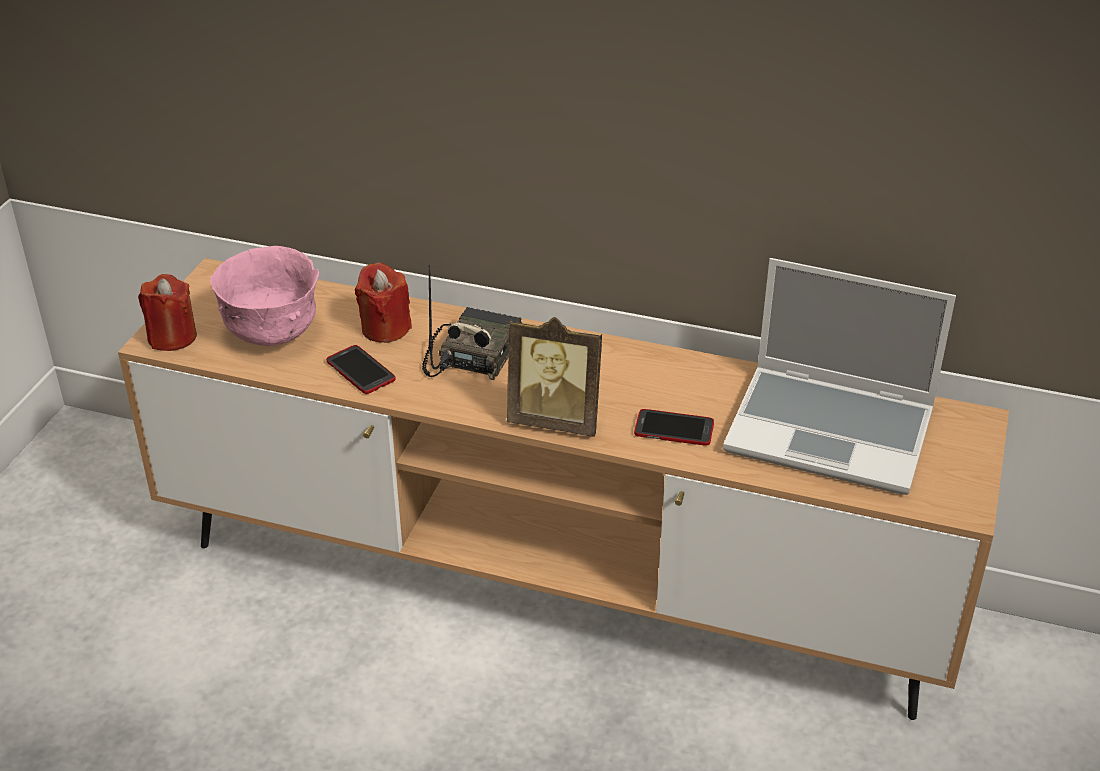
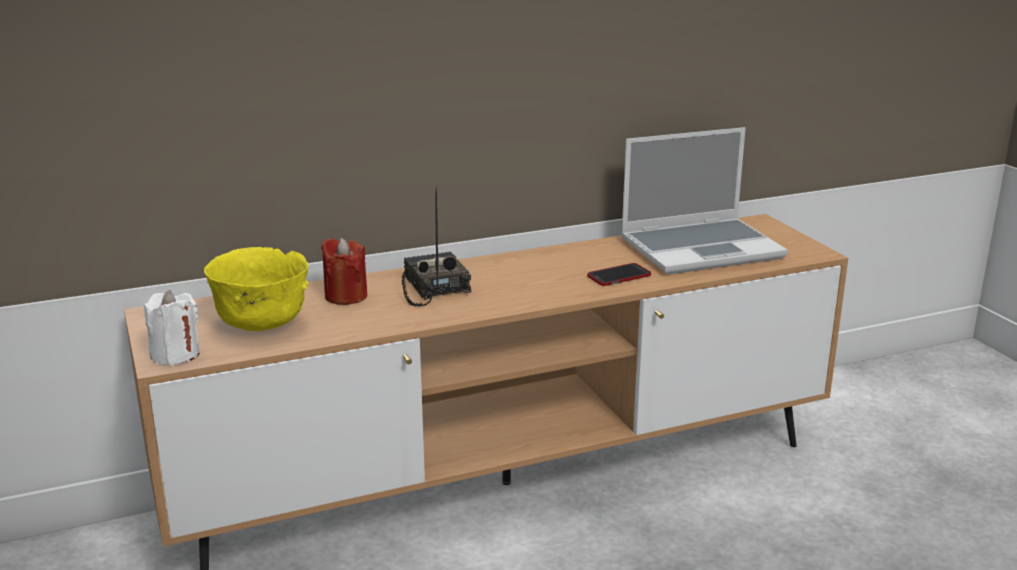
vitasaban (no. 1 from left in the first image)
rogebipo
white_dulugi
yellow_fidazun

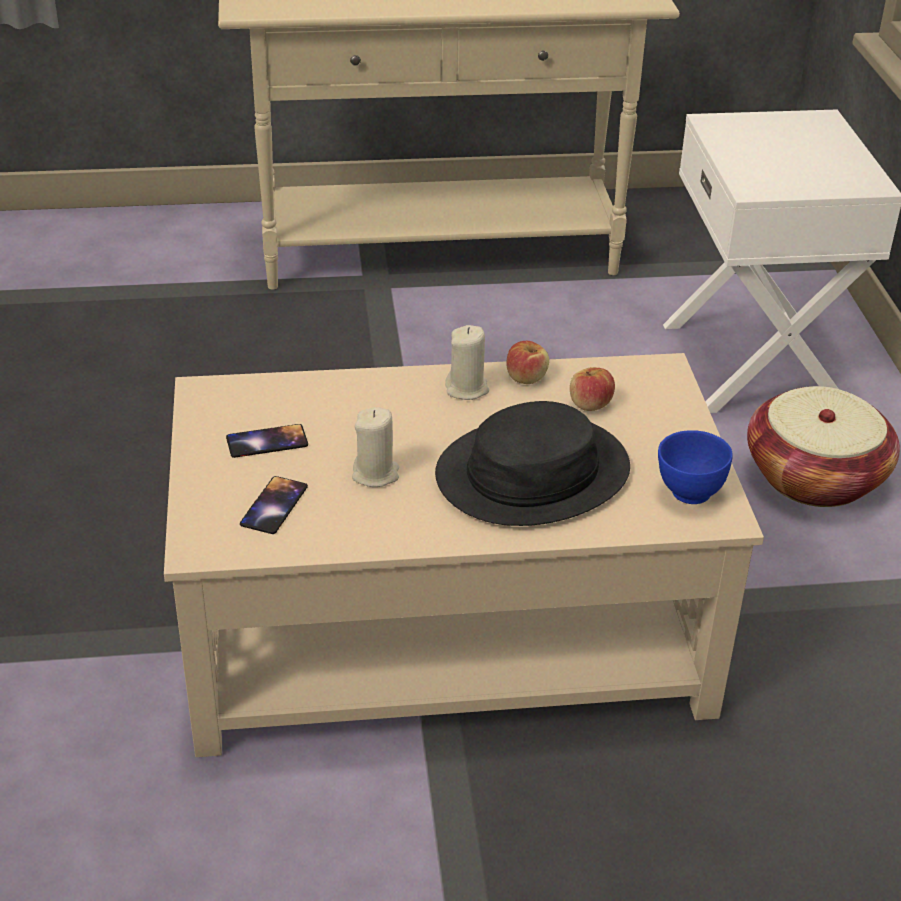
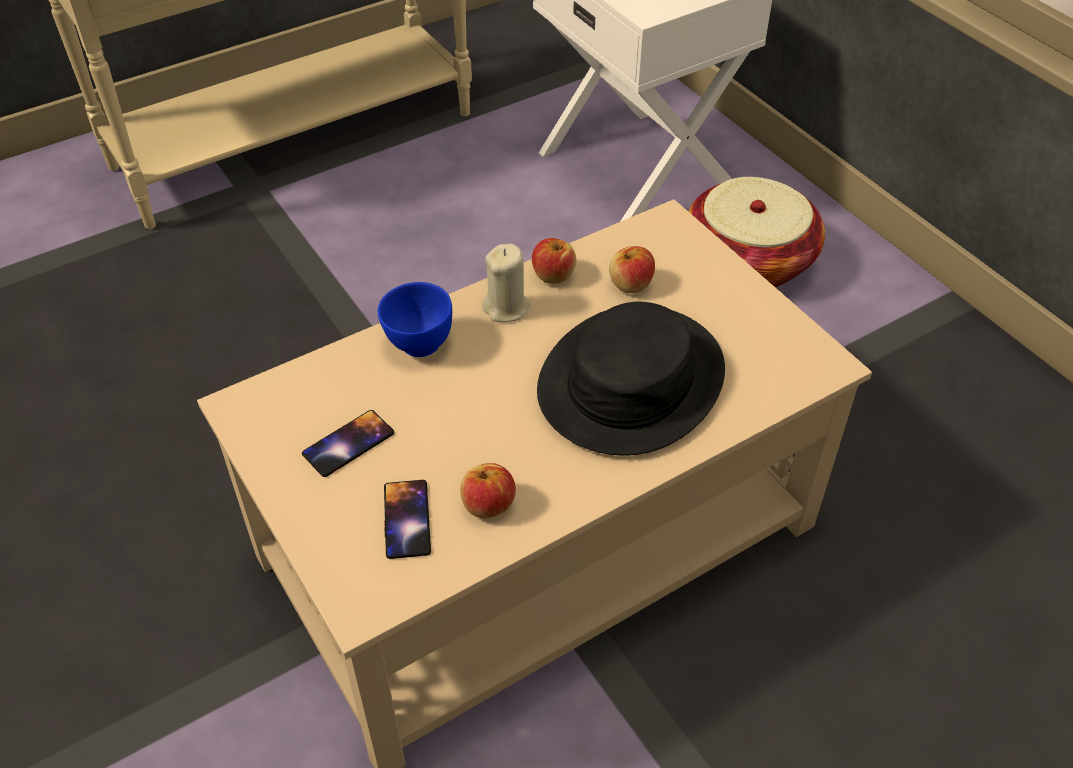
beige_dulugi (no. 1 from left in the first image)
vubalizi (no. 1 from left)
blue_fidazun

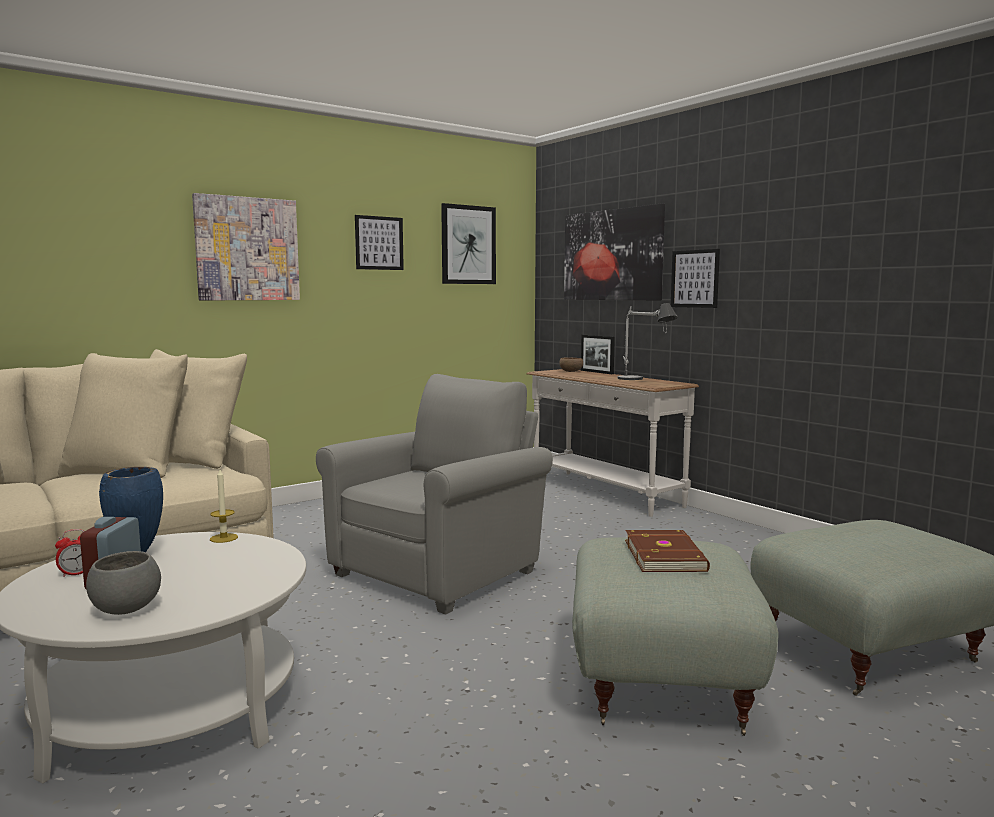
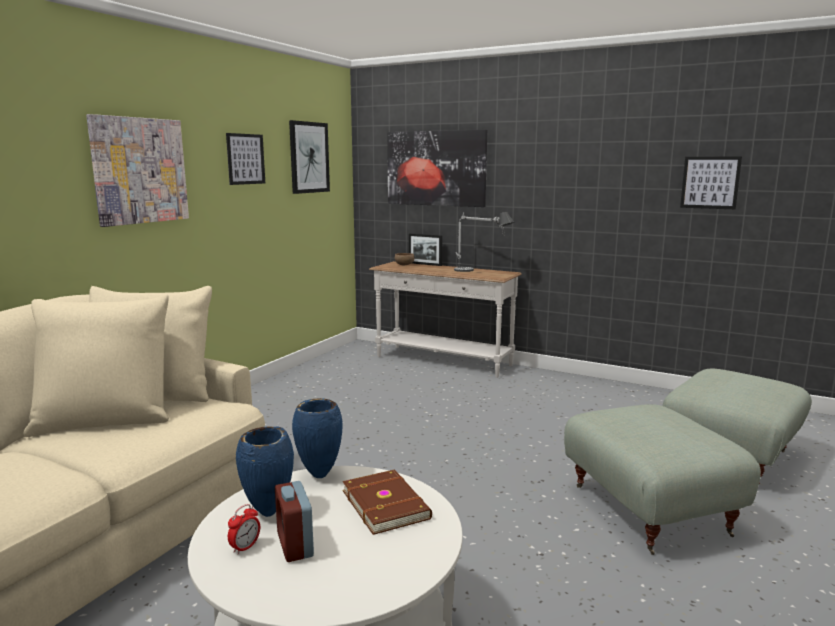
grey_fidazun
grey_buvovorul
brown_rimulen
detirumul (no. 5 from left)
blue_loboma (no. 2 from left)

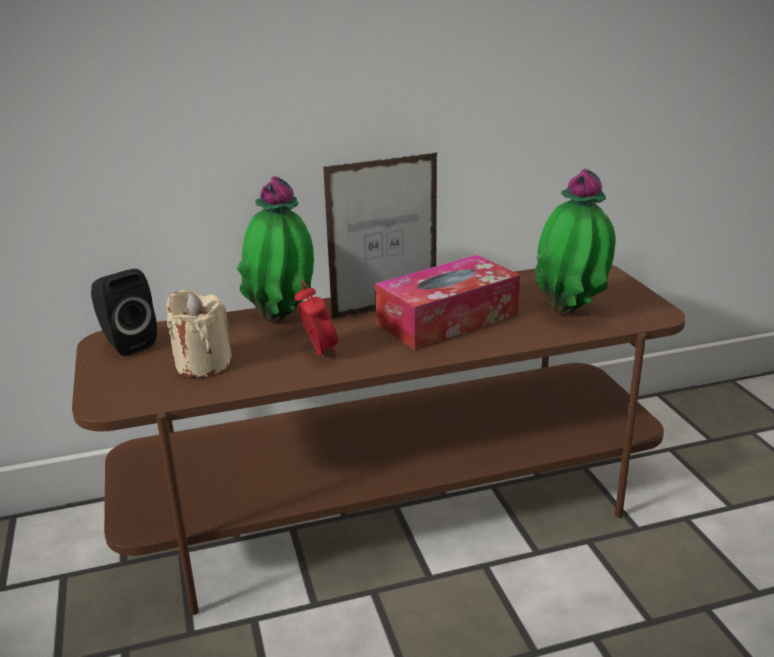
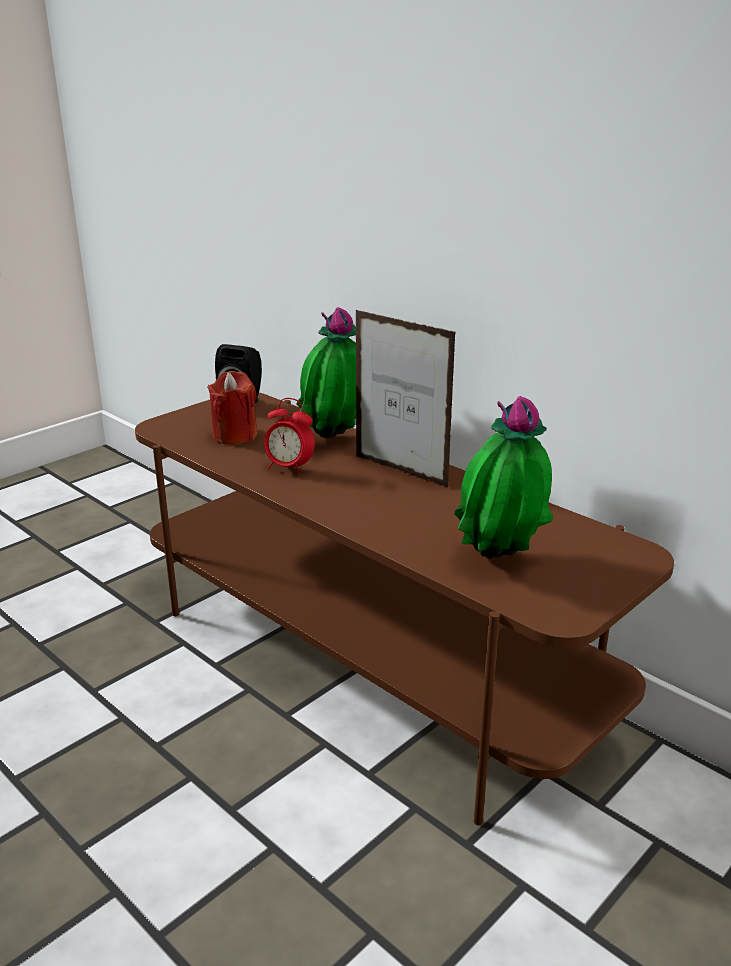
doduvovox
red_dulugi
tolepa

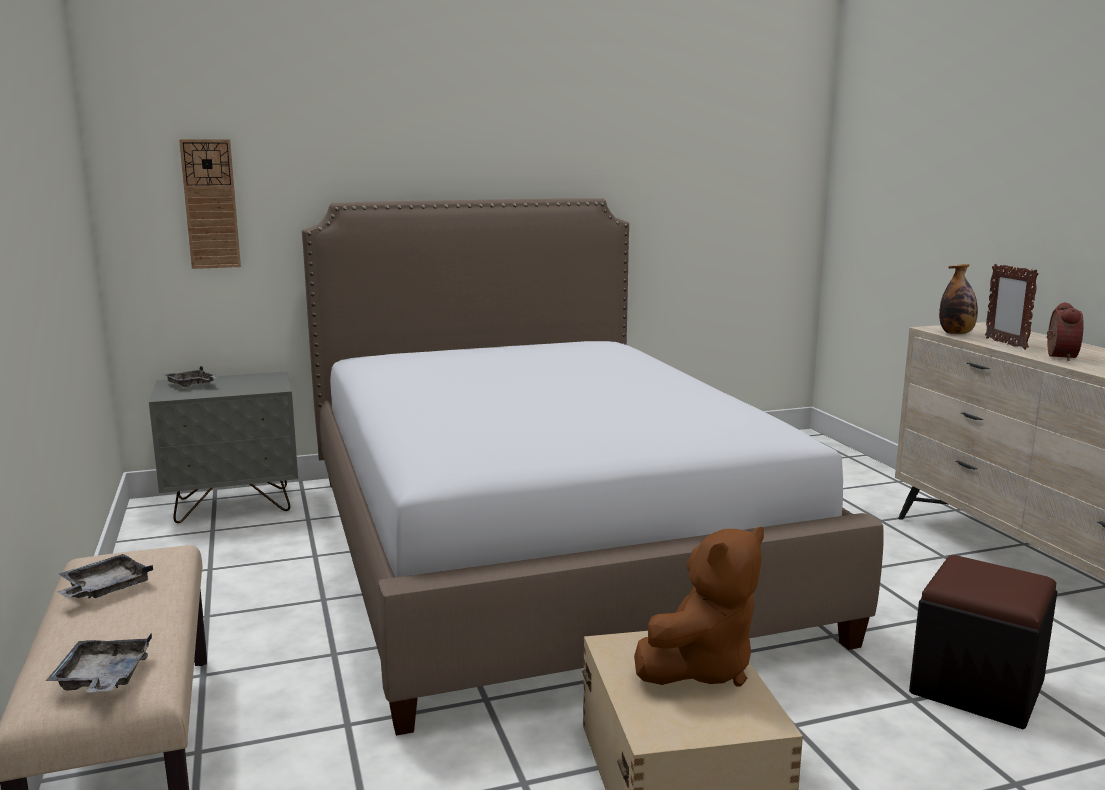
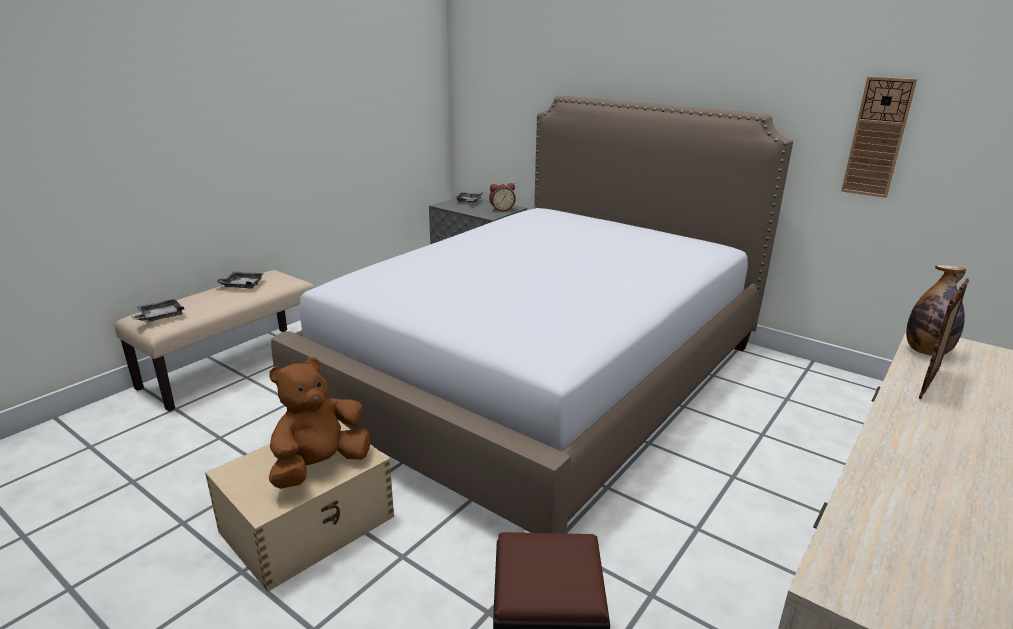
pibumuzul
tolepa
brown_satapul

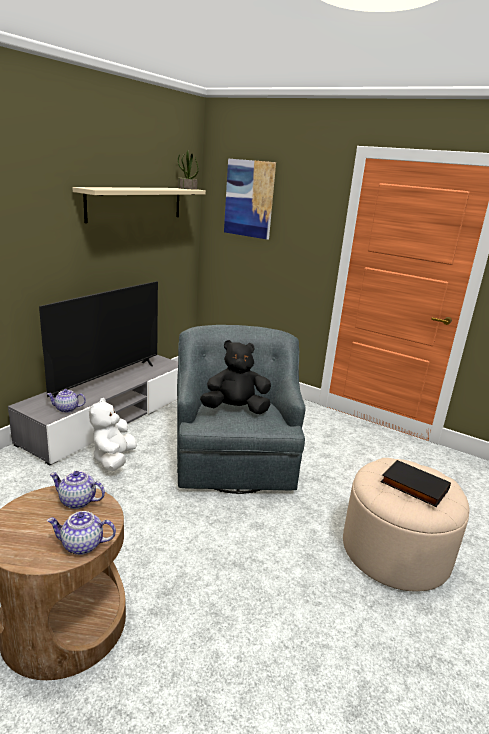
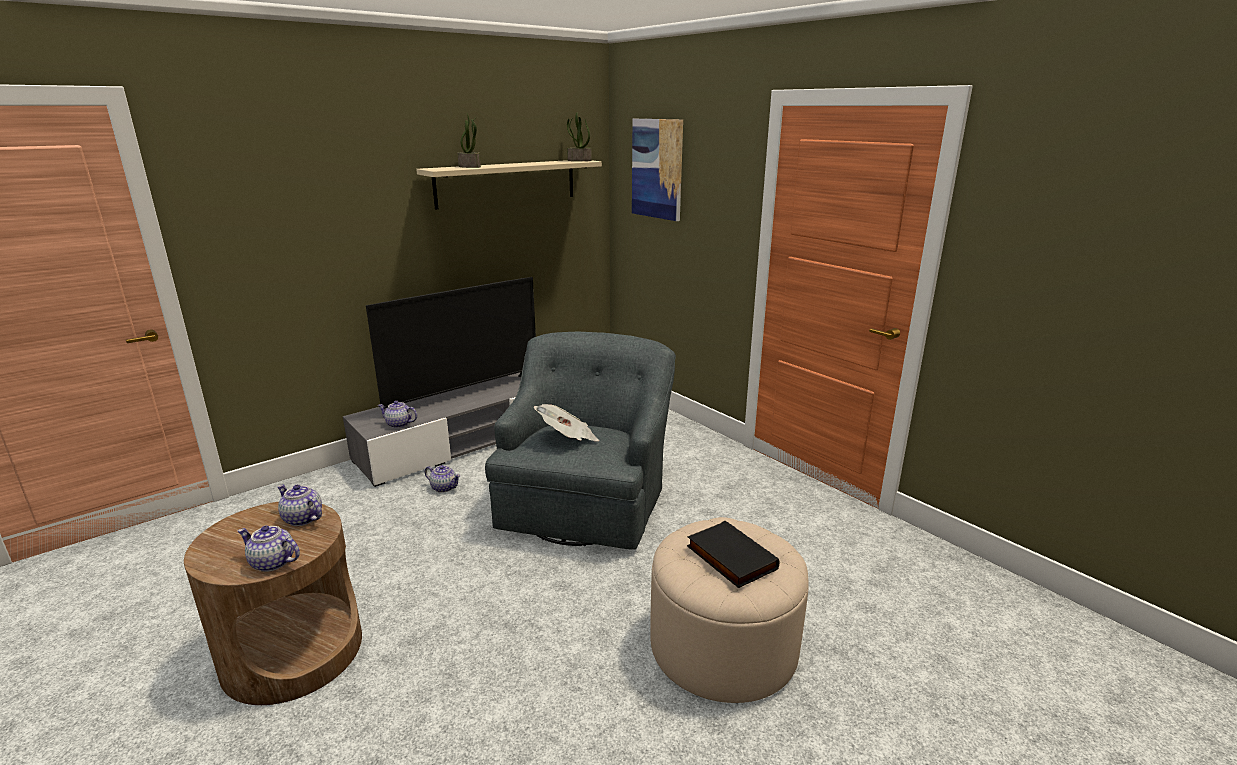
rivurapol (no. 1 from left)
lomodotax (no. 4 from left)
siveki

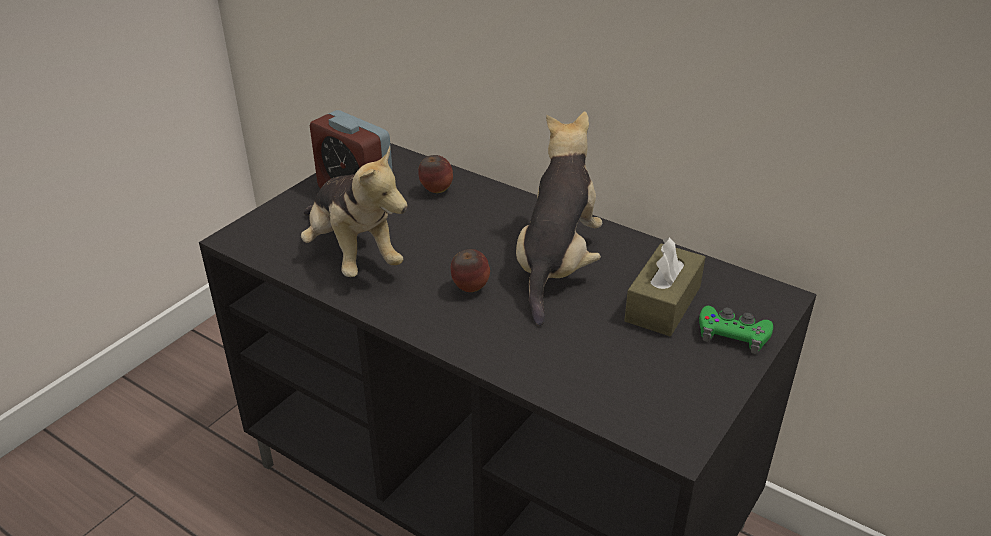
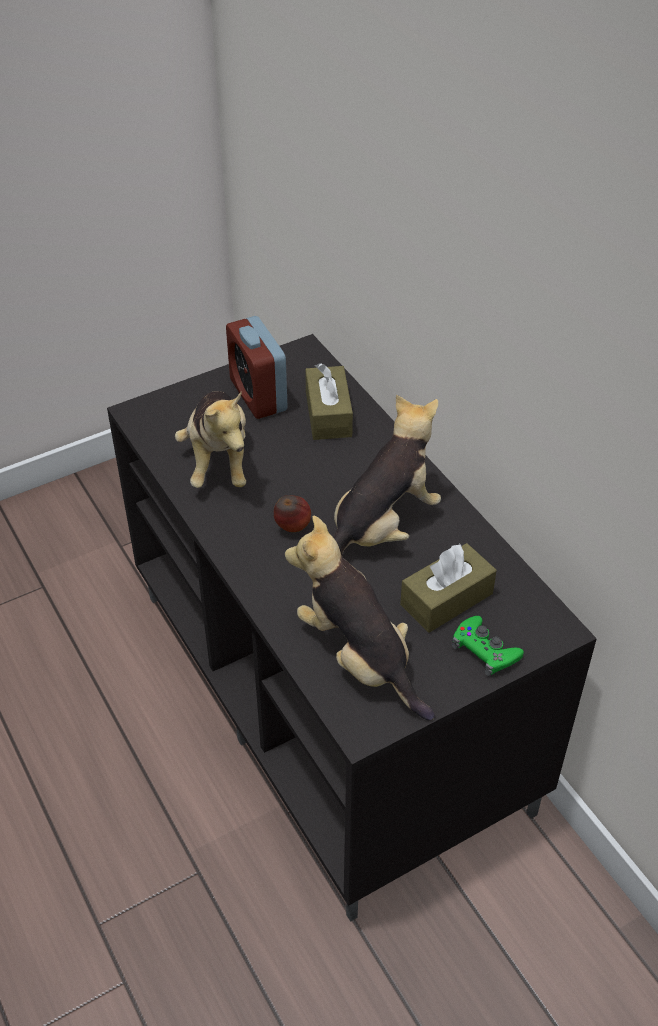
satapul (no. 2 from left)
brown_doduvovox (no. 1 from left)

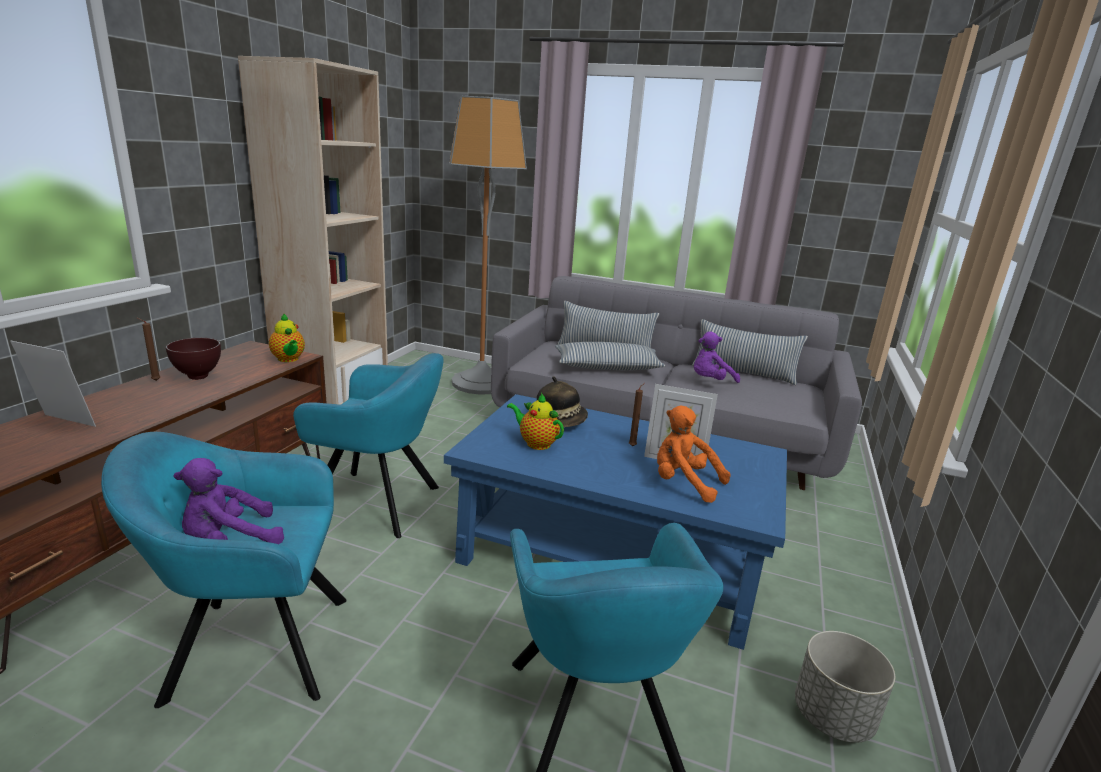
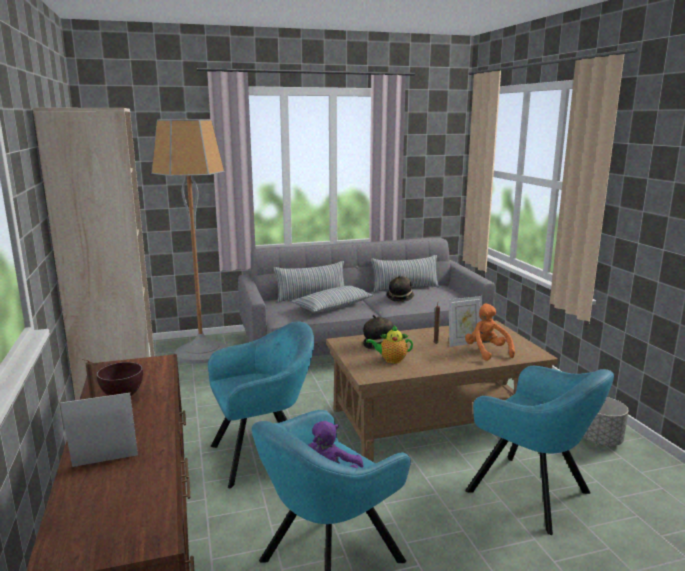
lomodotax (no. 1 from left in the first image)
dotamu (no. 2 from left)
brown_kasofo
orange_satapul

